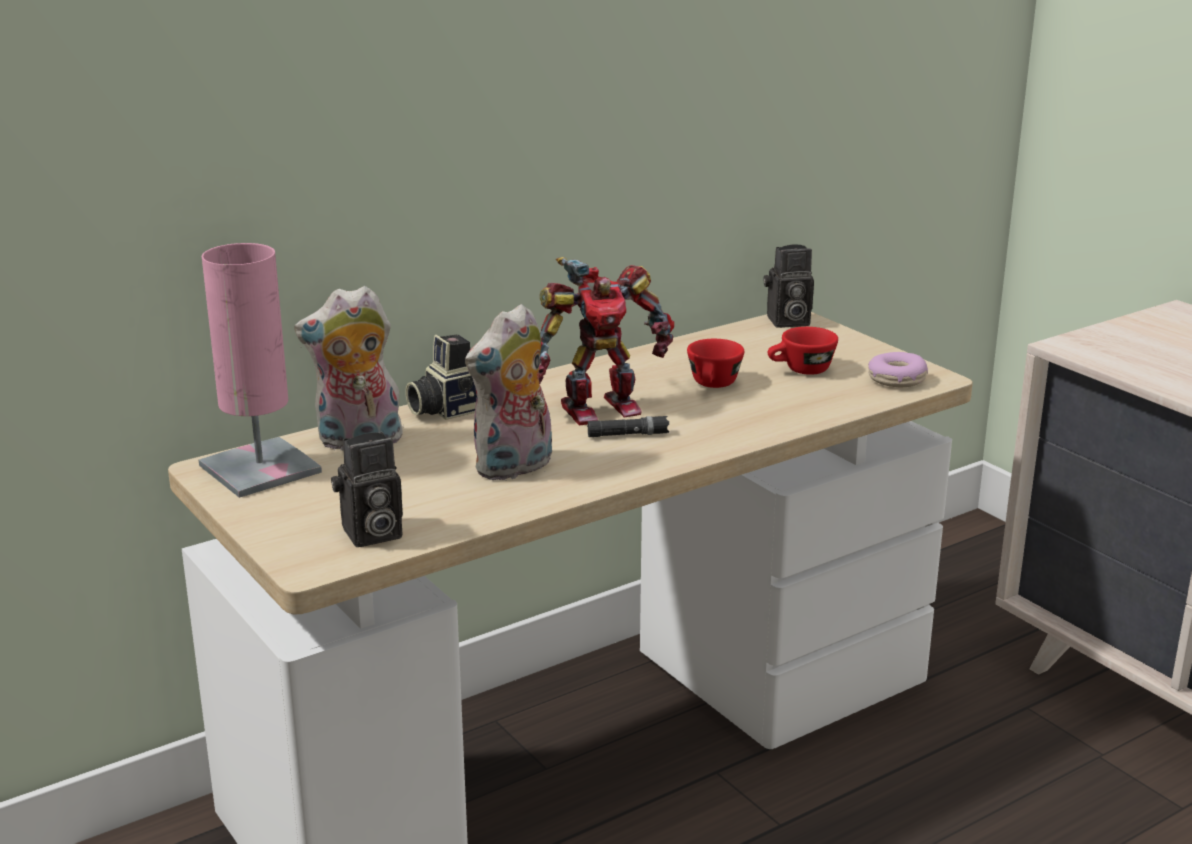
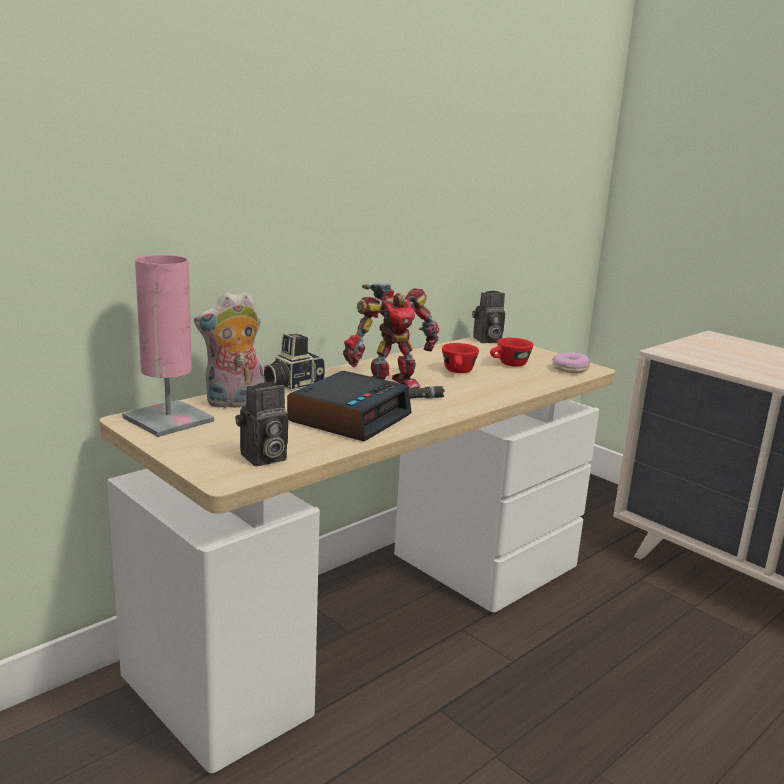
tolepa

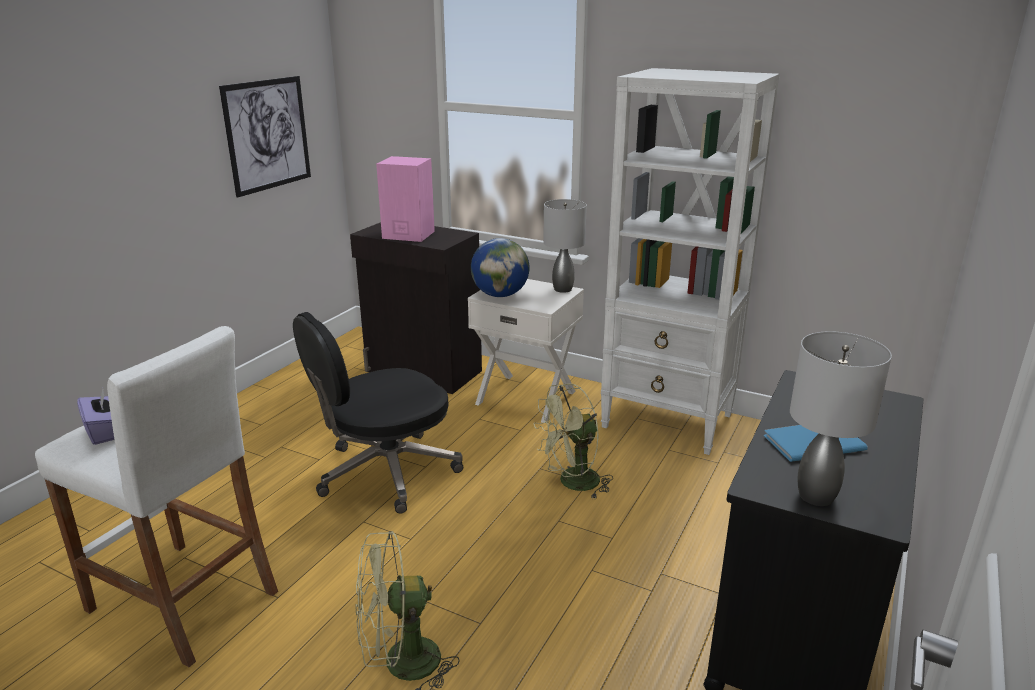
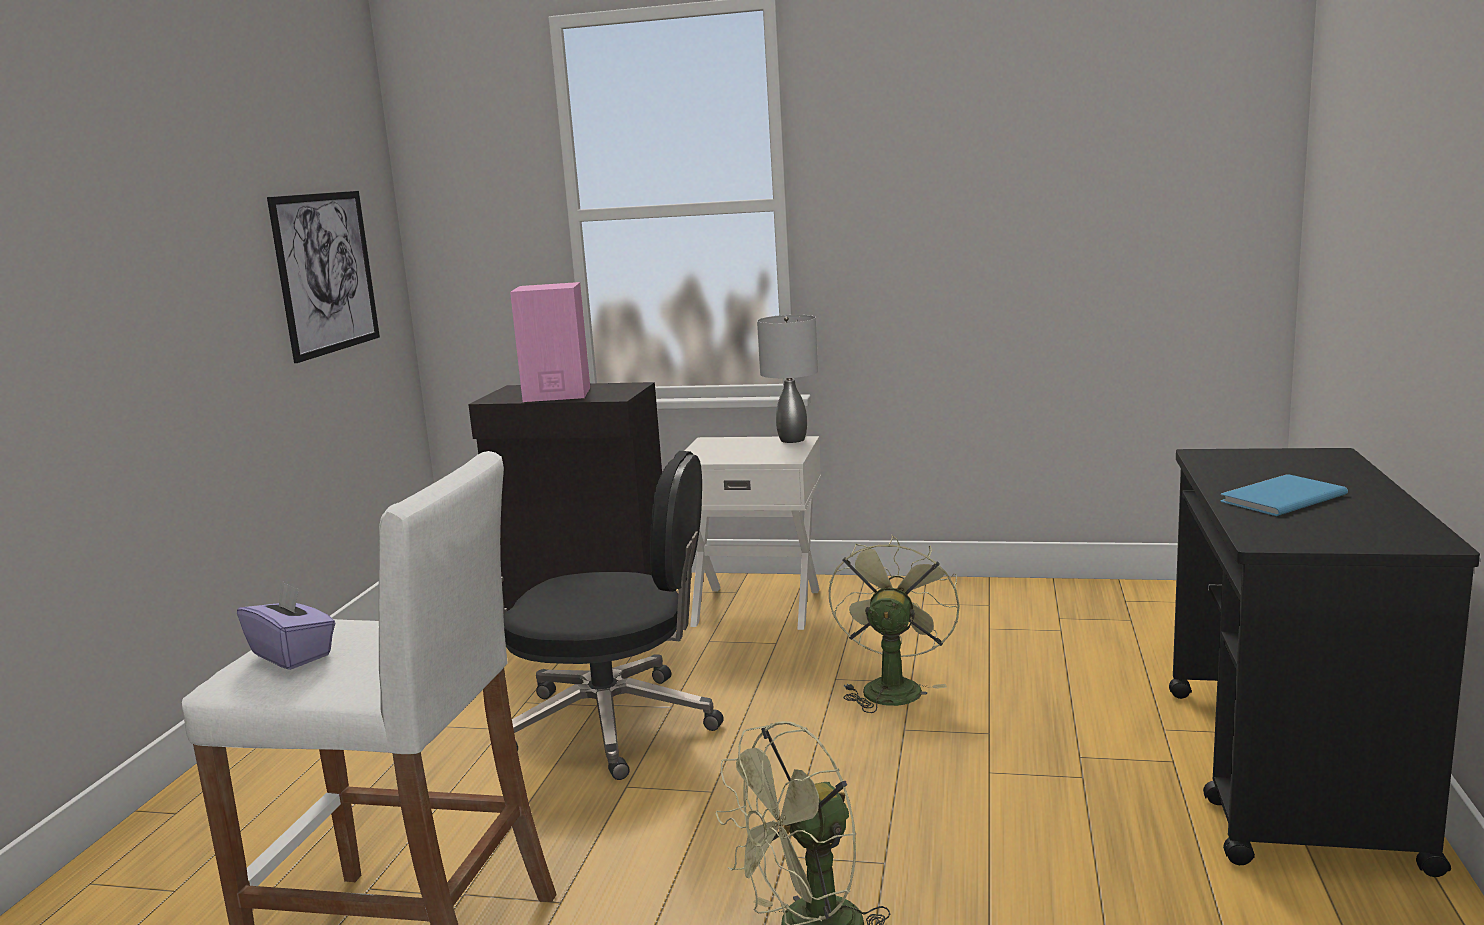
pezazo
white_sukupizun
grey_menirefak (no. 2 from left in the first image)
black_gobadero
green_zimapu (no. 2 from left)

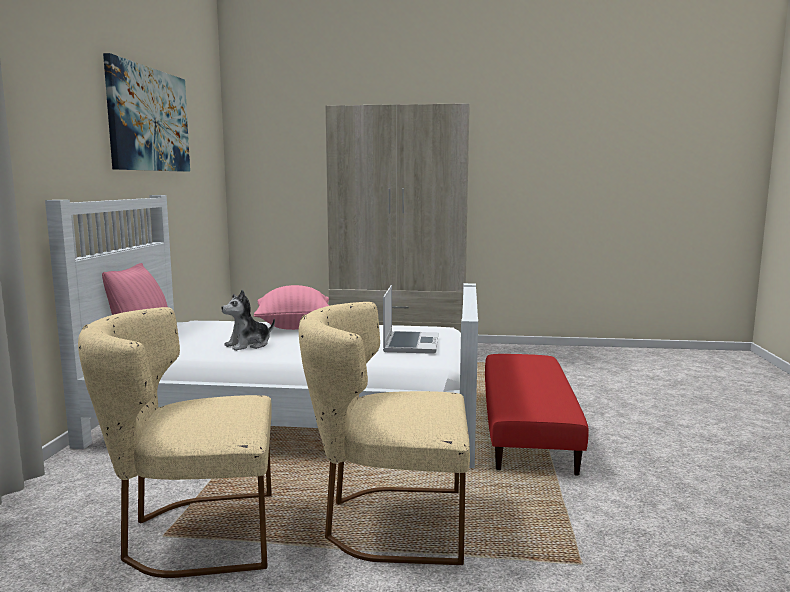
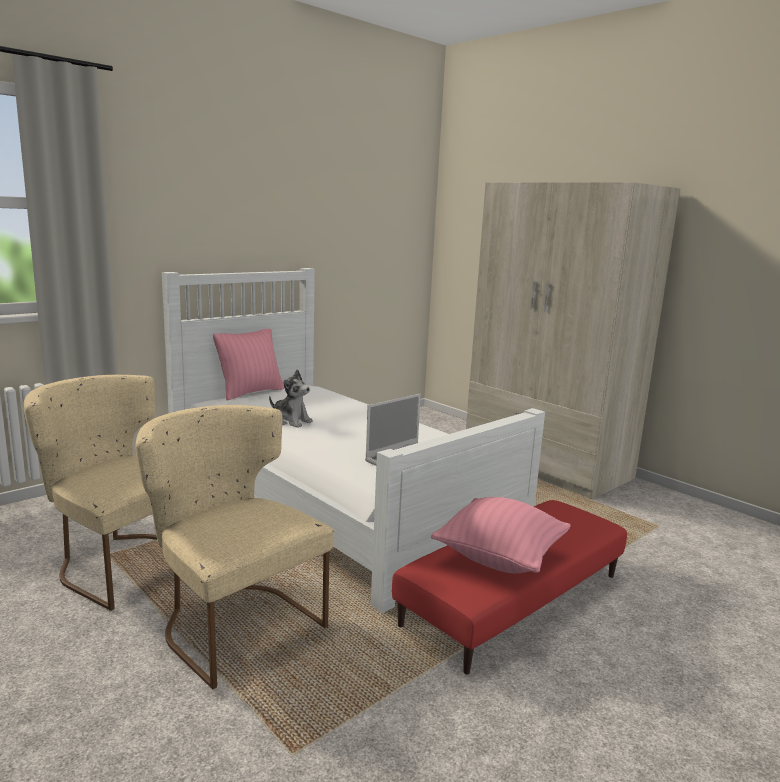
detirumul
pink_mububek (no. 2 from left)
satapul

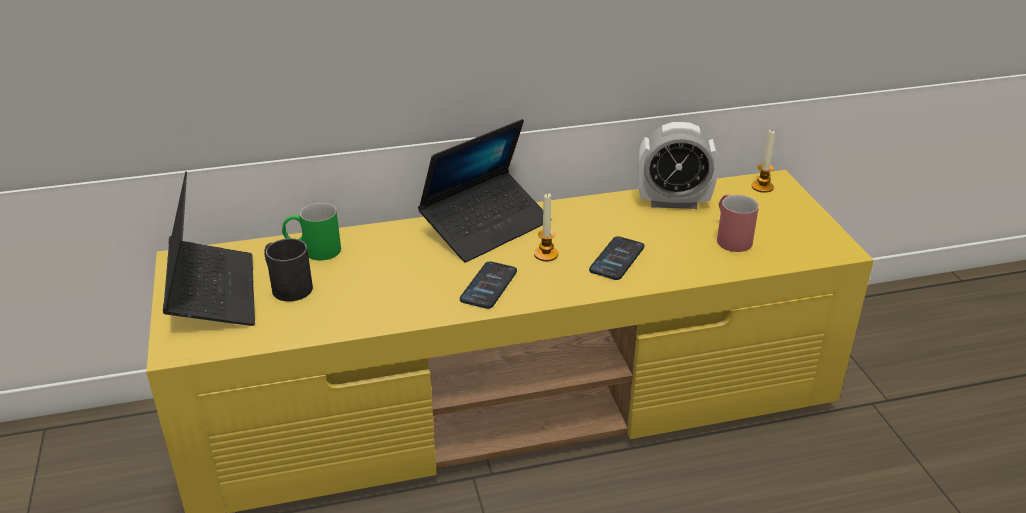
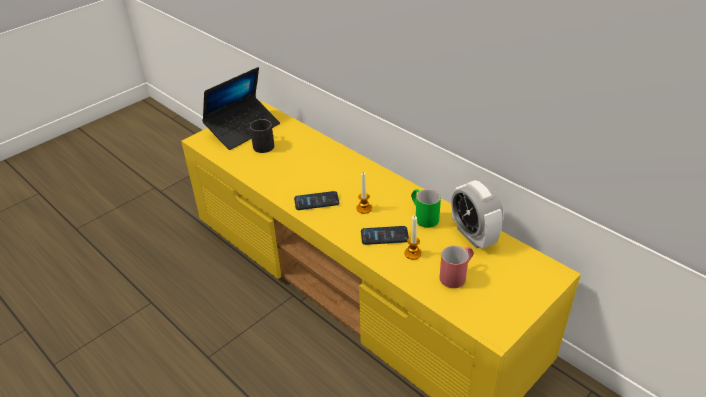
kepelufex (no. 2 from left in the first image)
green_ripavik
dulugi (no. 2 from left)

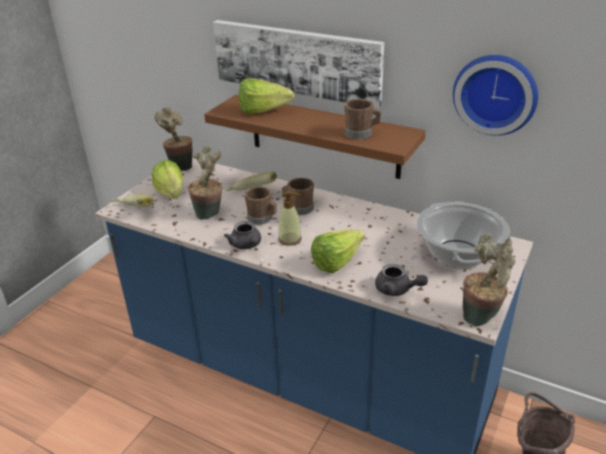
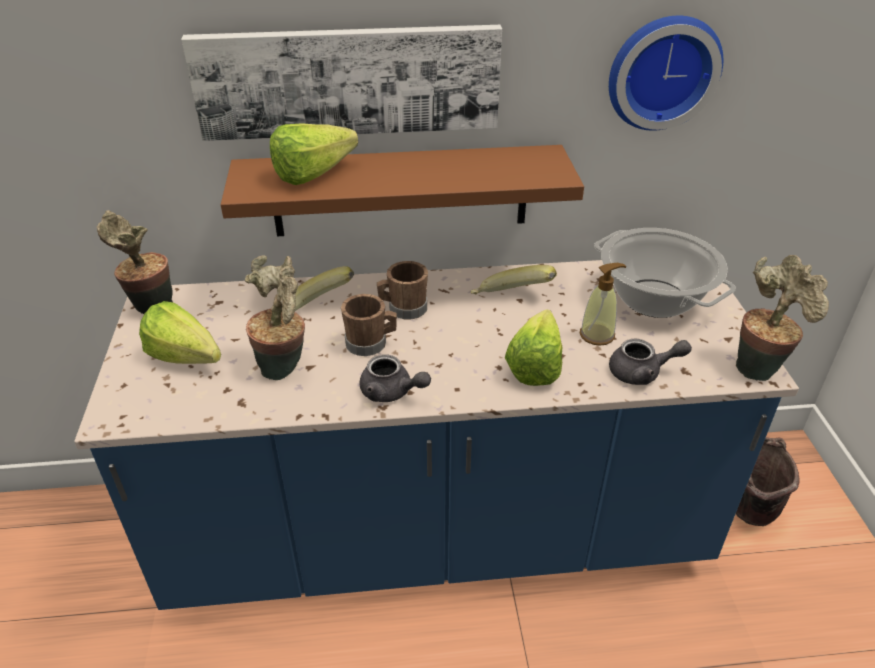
brown_ripavik (no. 3 from left in the first image)
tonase (no. 2 from left)
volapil

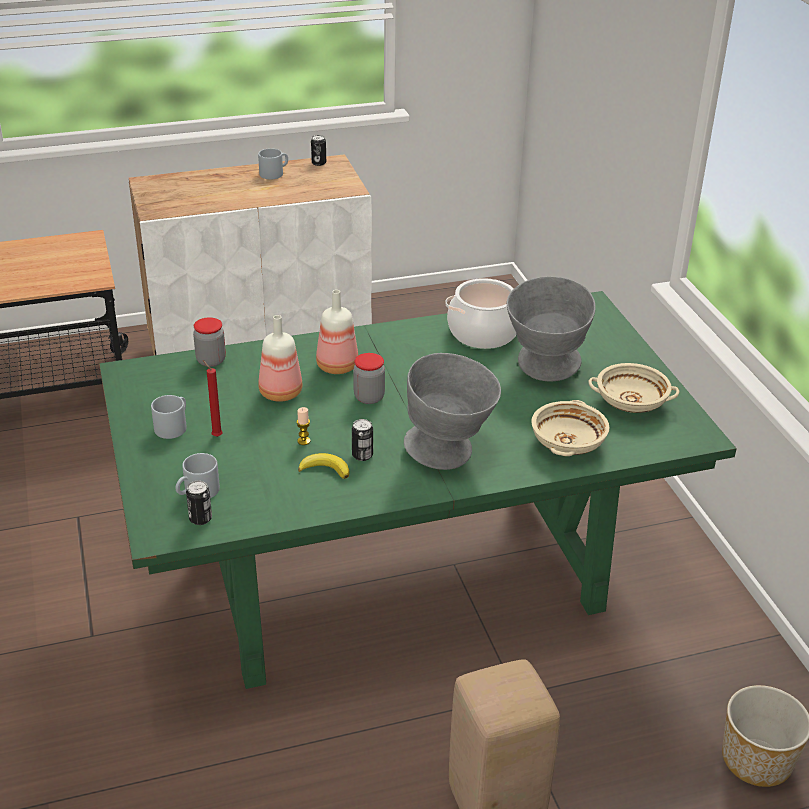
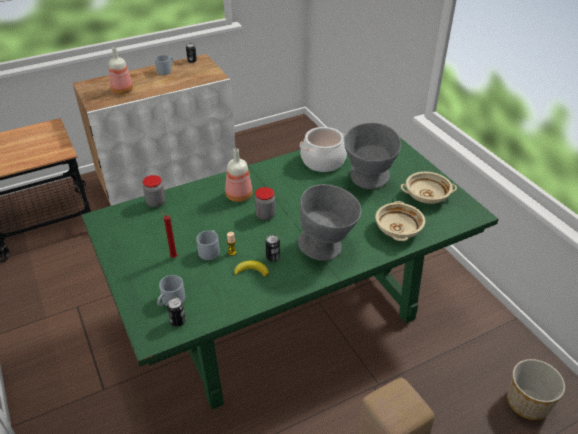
grey_ripavik (no. 3 from left)
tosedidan (no. 1 from left)

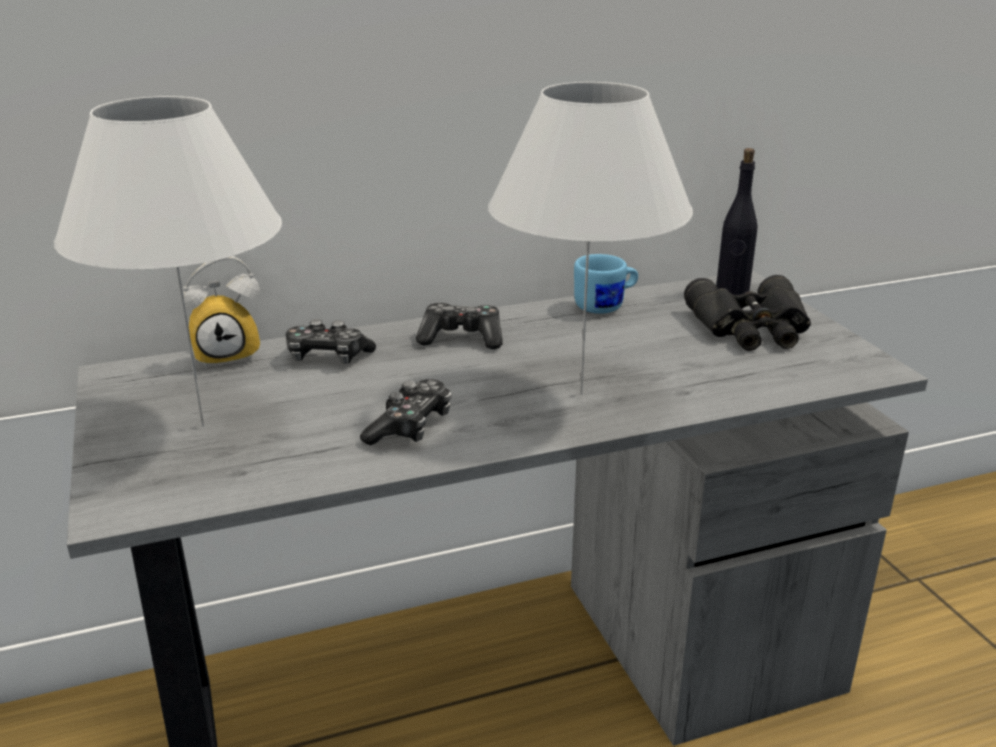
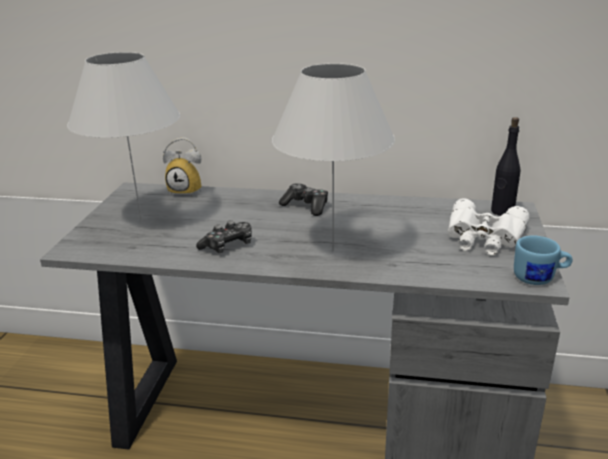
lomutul (no. 1 from left in the first image)
blue_ripavik
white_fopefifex

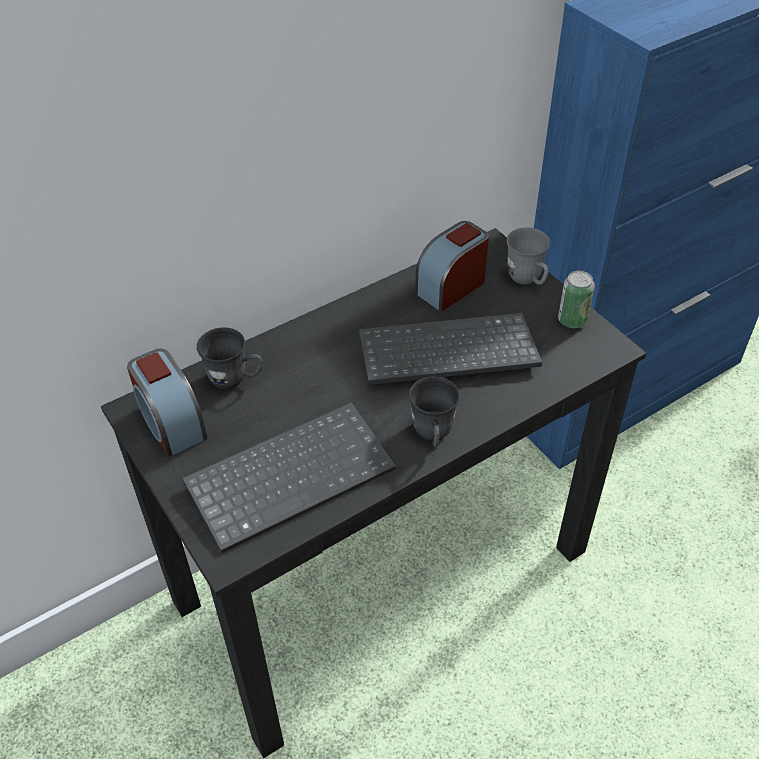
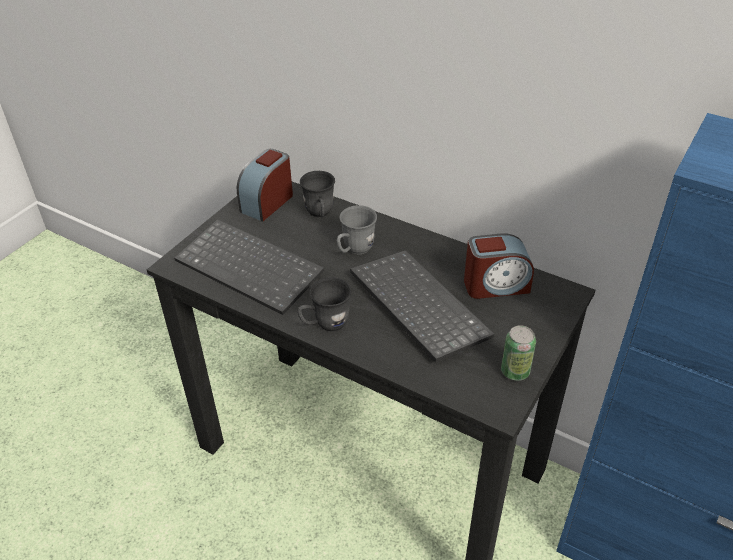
grey_ripavik (no. 3 from left)
tolepa (no. 2 from left)

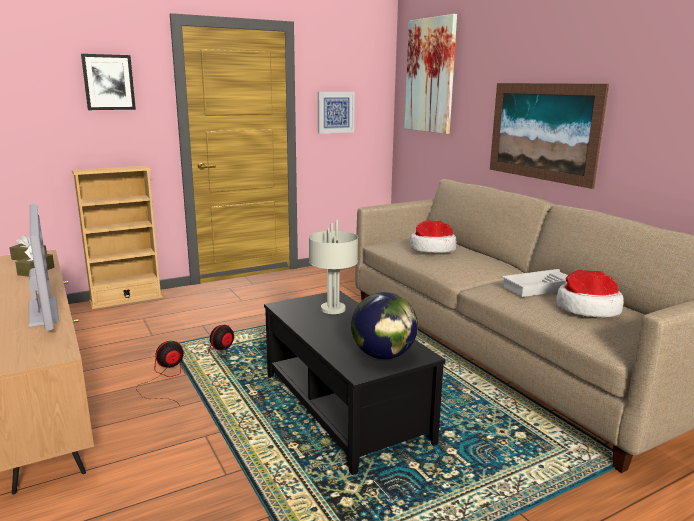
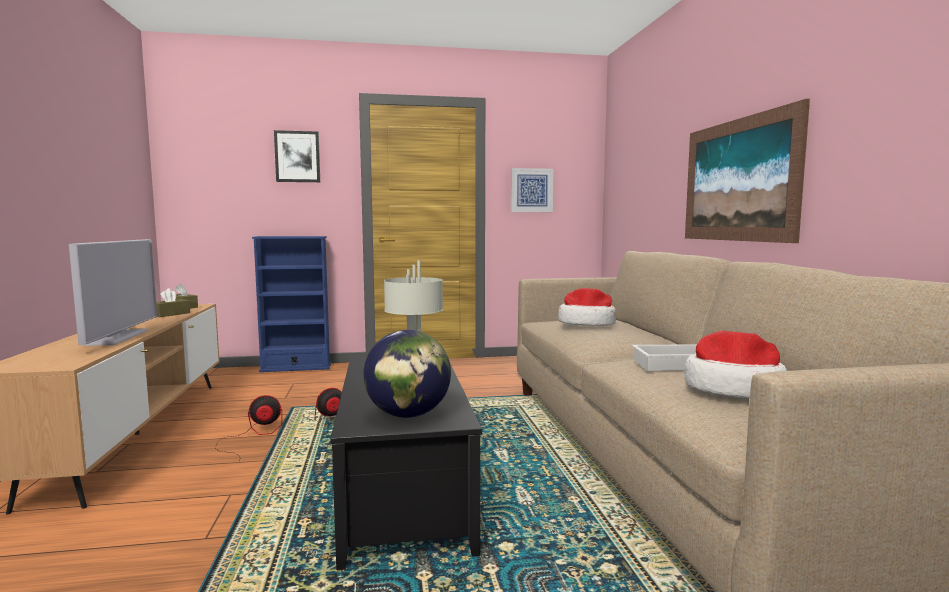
detirumul (no. 3 from left in the first image)
blue_sukupizun

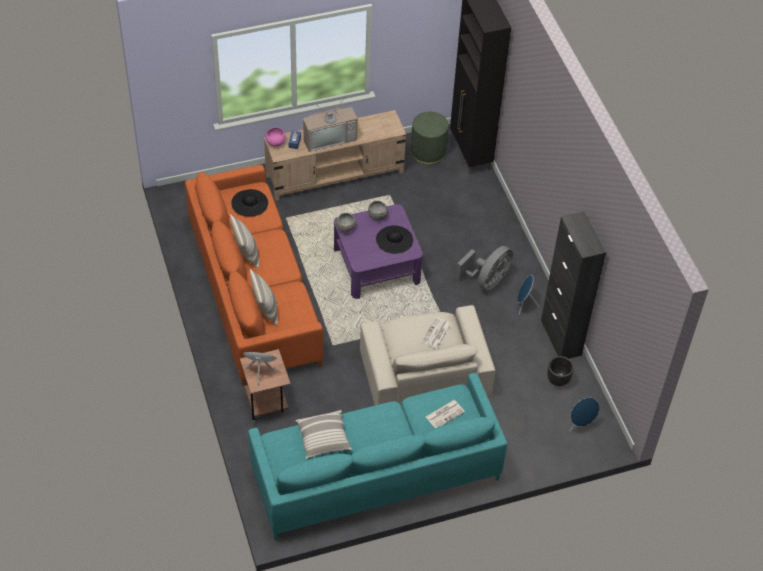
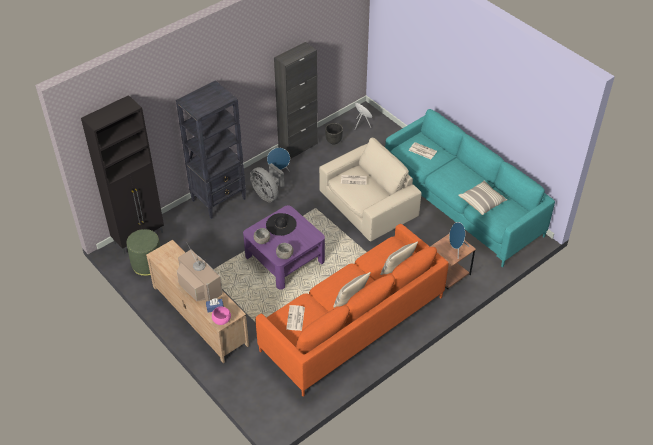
black_sukupizun
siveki (no. 1 from left)
grey_zimapu

